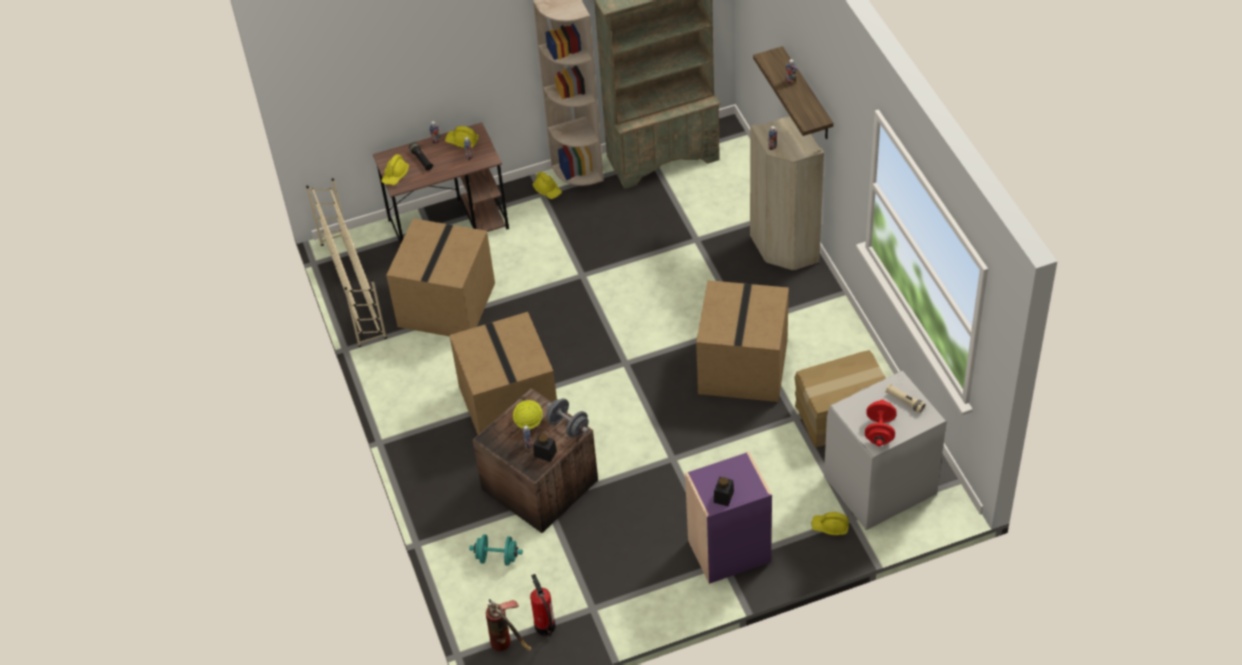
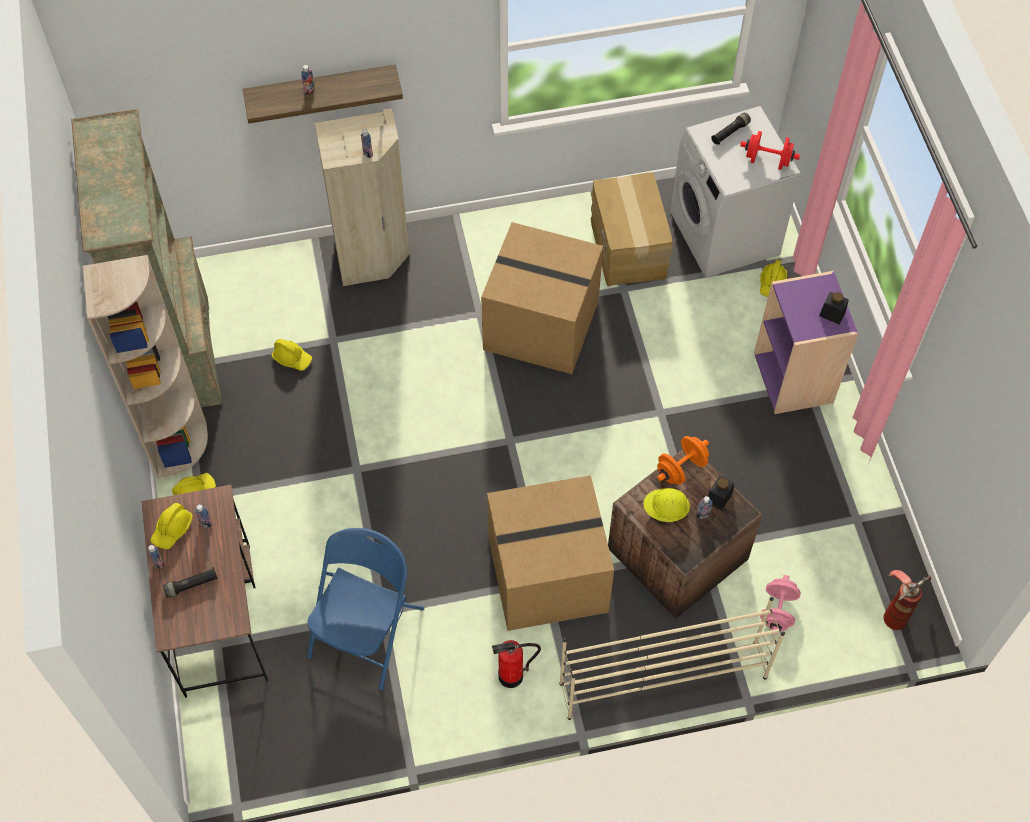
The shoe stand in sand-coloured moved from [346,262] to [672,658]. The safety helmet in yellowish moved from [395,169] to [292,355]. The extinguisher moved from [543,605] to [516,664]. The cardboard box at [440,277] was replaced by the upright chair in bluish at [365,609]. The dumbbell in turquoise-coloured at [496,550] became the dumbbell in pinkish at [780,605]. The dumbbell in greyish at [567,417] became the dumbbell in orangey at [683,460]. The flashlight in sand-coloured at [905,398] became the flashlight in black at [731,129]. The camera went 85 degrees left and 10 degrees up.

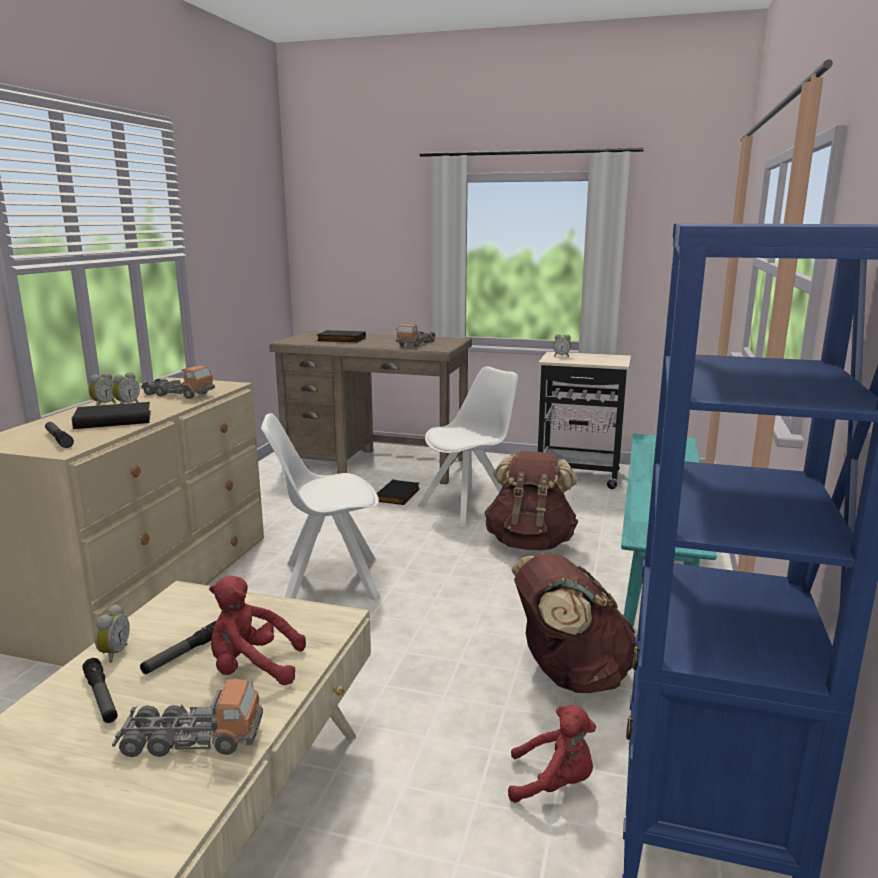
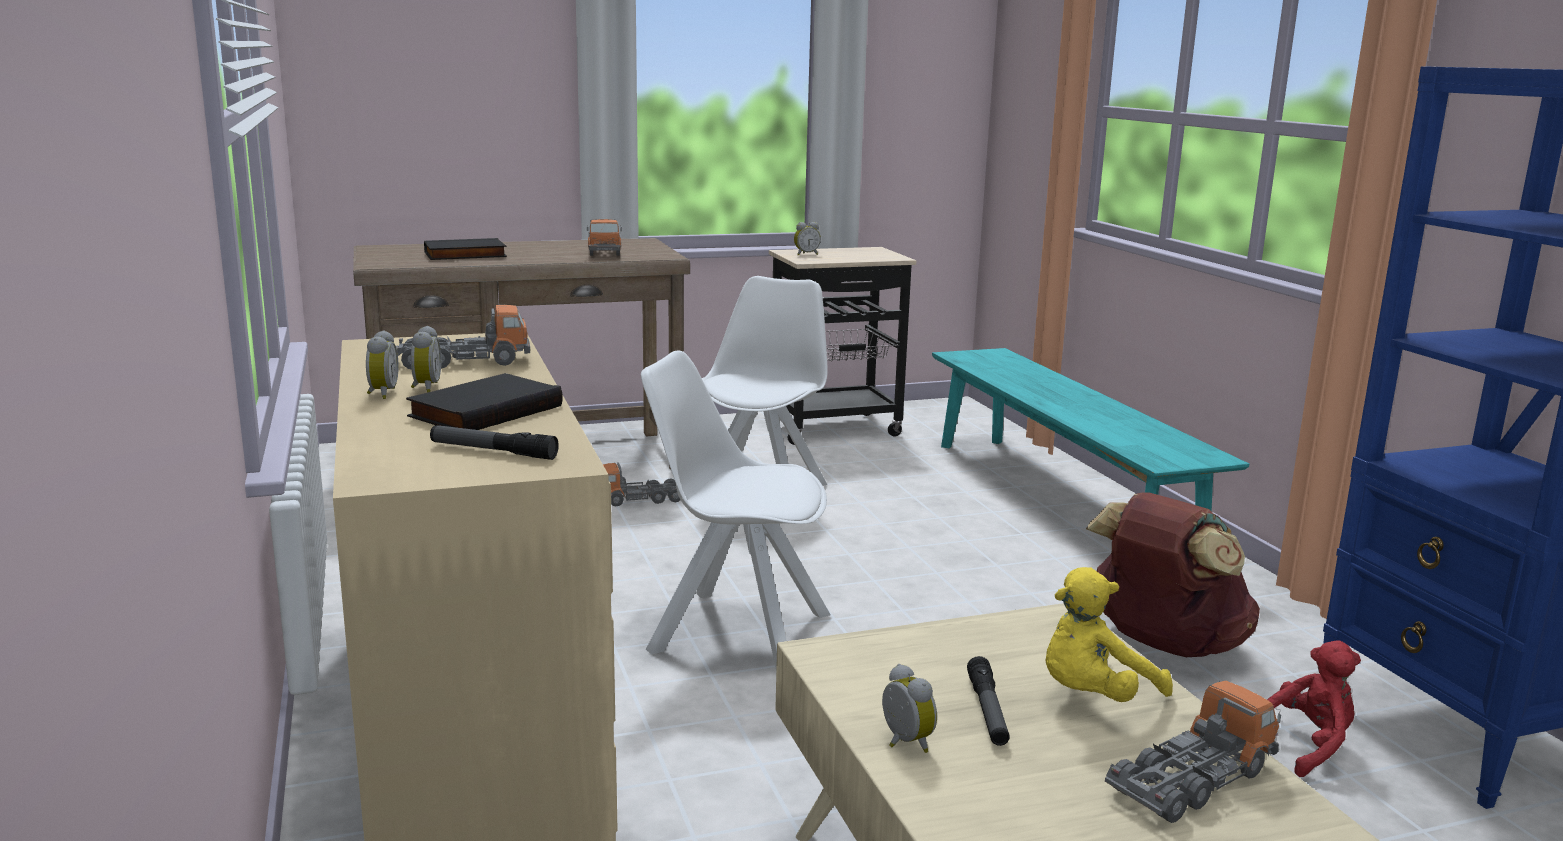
The flashlight at [100,690] disappeared. The rucksack in brownish at [531,500] disappeared. The volume in black at [398,492] was replaced by the model truck at [641,484]. The plush toy in red at [257,630] became the plush toy in yellowish at [1109,634]. The upright chair in whitish at [321,507] turned 60 degrees clockwise. The camera went 35 degrees left and 0 degrees up.

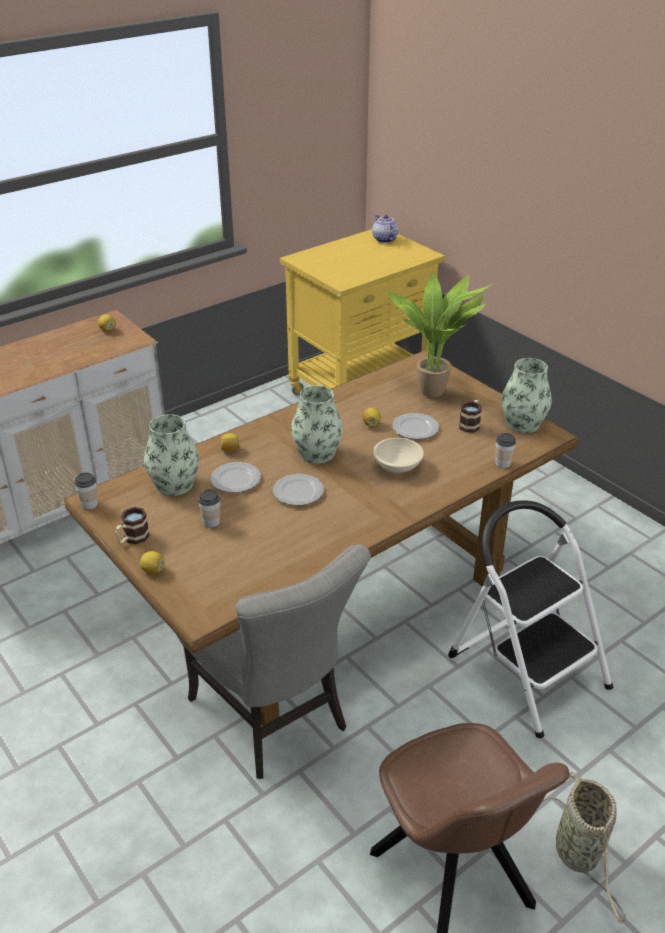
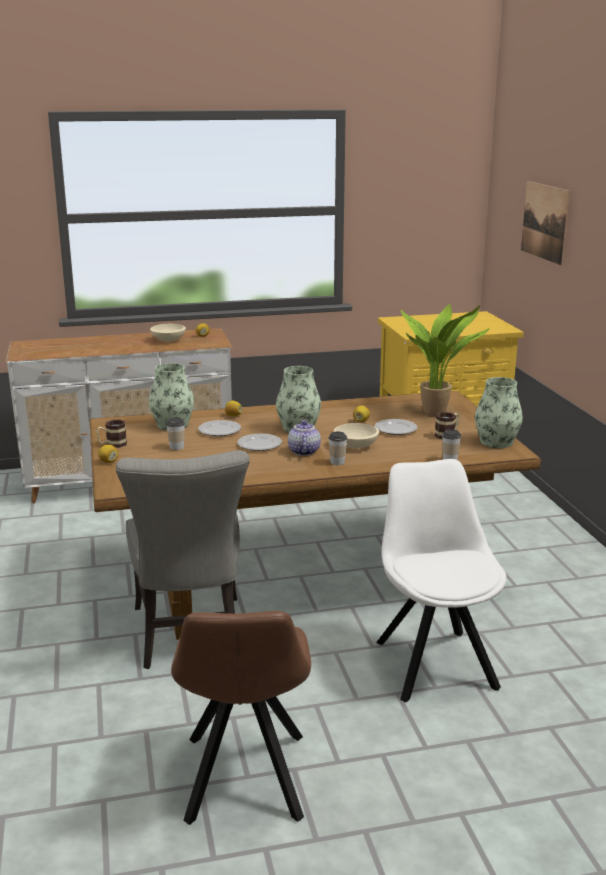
The basket at [584,847] disappeared. The bowl in sand-coloured at [168,333] appeared. The wall art at [545,223] appeared. The cup moved from [86,491] to [338,448]. The teapot moved from [385,228] to [304,438]. The step stool at [530,619] was replaced by the upright chair in whitish at [441,580]. The camera went 25 degrees right and 15 degrees down.

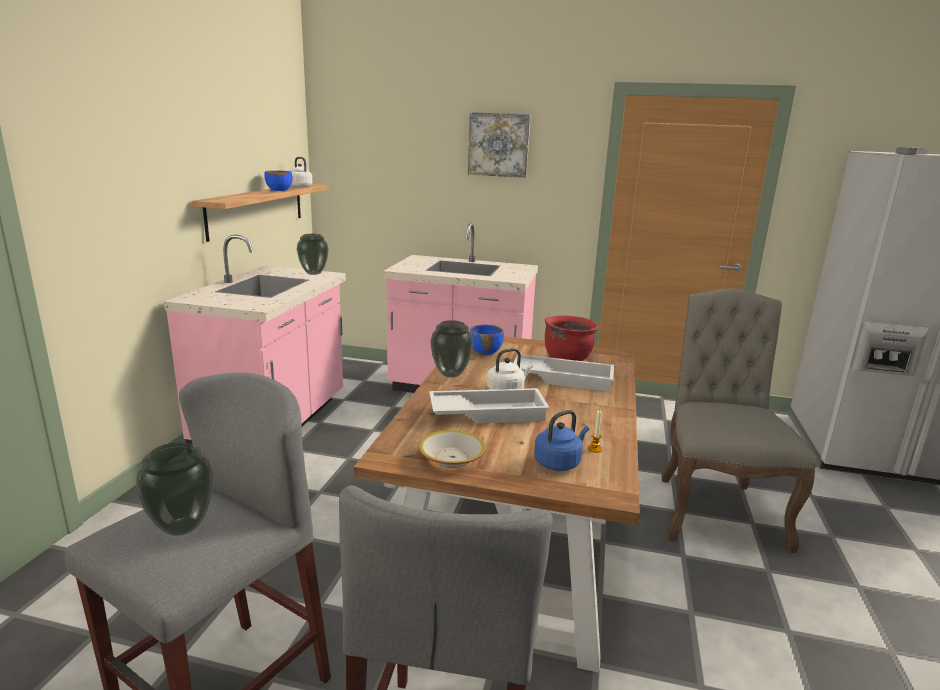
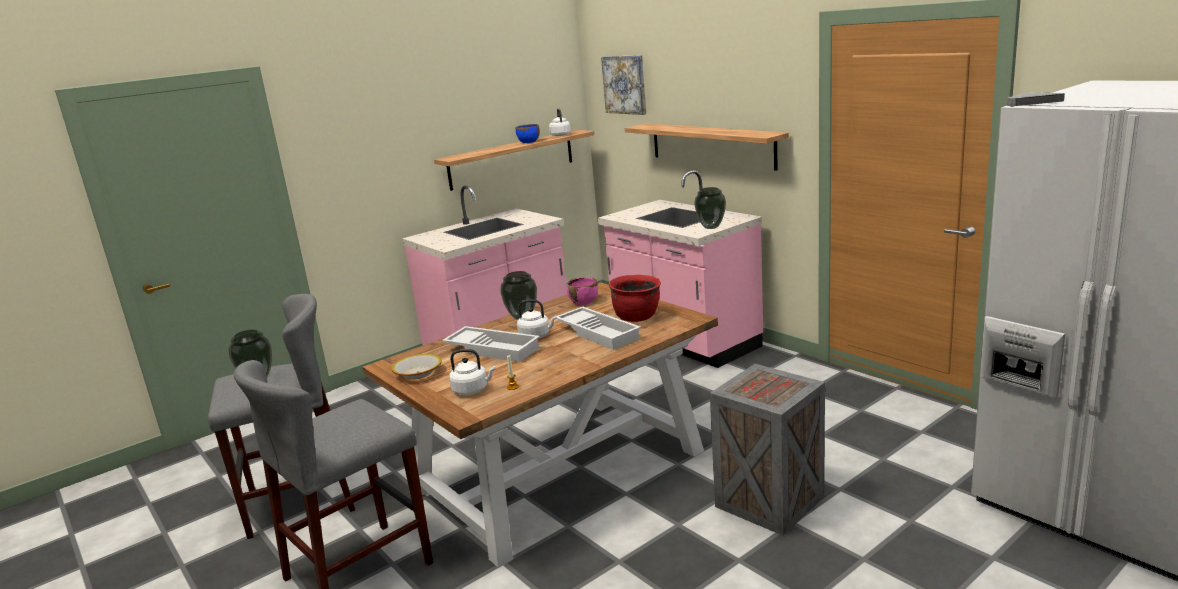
The bracket shelf at [707,147] appeared. The vase moved from [313,254] to [710,208]. The wall art moved from [499,145] to [623,85]. The upright chair in greyish at [739,420] was replaced by the crate at [767,450]. The bowl in bluish at [487,340] became the bowl in pinkish at [582,291]. The tea kettle in bluish at [561,440] became the tea kettle in whitish at [472,372]. The camera went 40 degrees right and 0 degrees up.

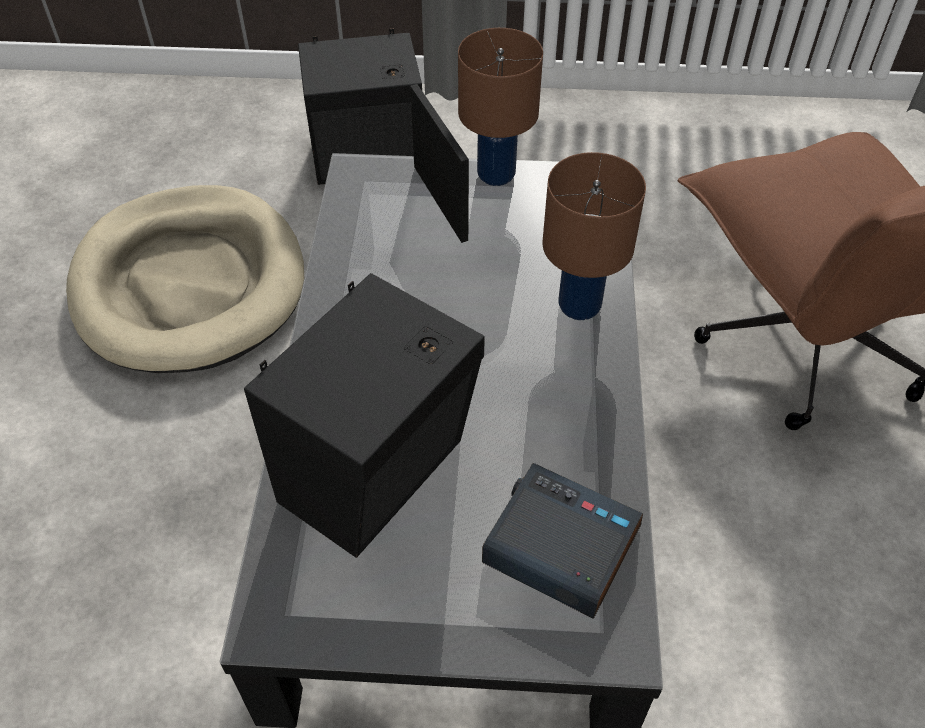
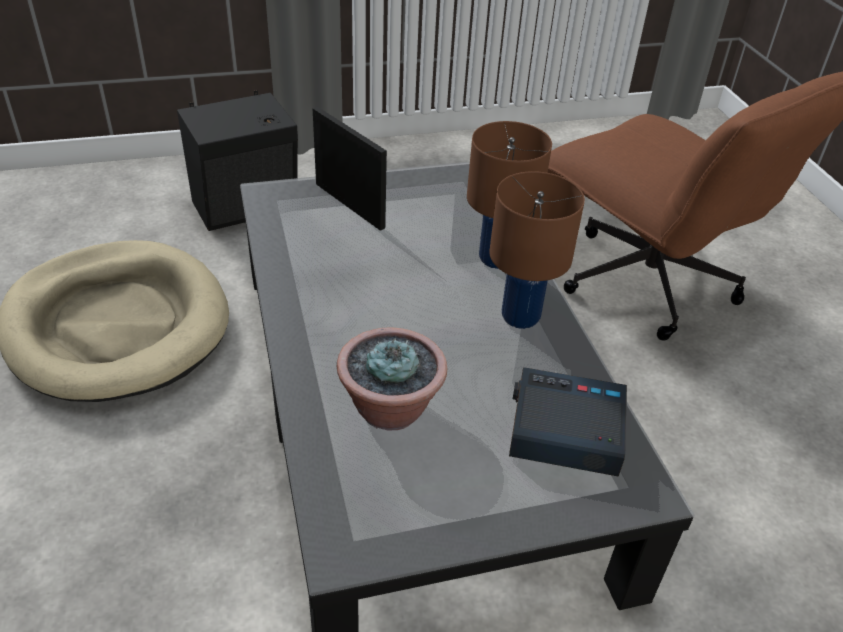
The lamp for a table in brownish moved from [500,107] to [537,250]. The audio speaker in black at [364,415] was replaced by the potted plant at [392,378]. The camera went 20 degrees left and 10 degrees down.

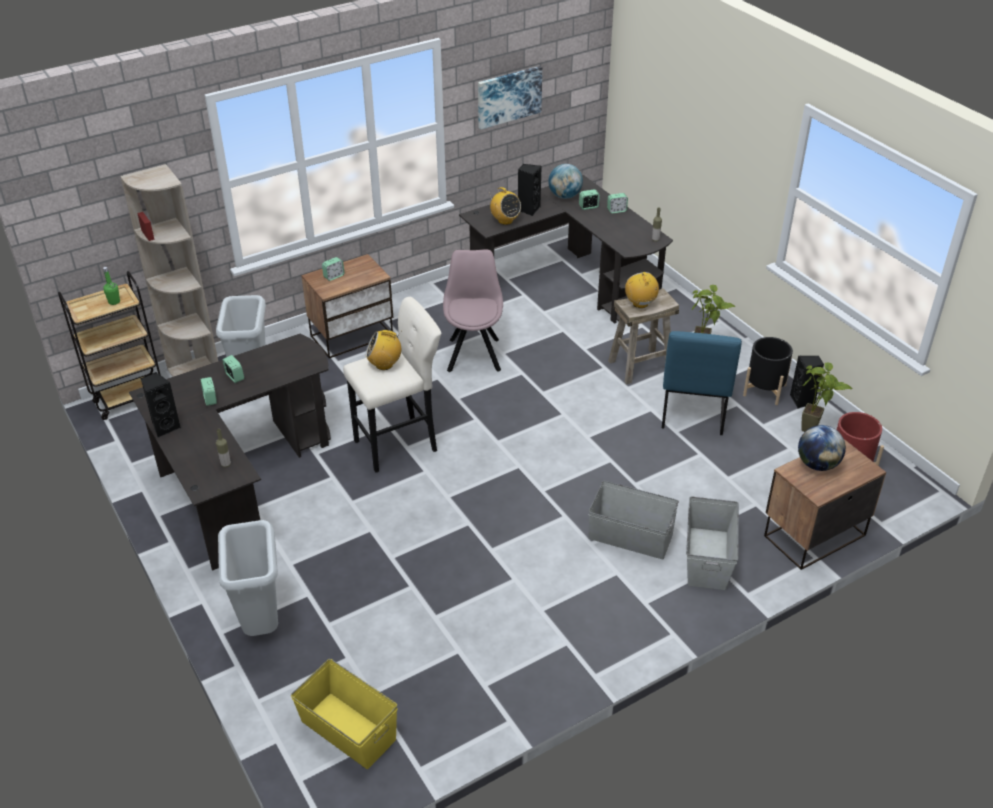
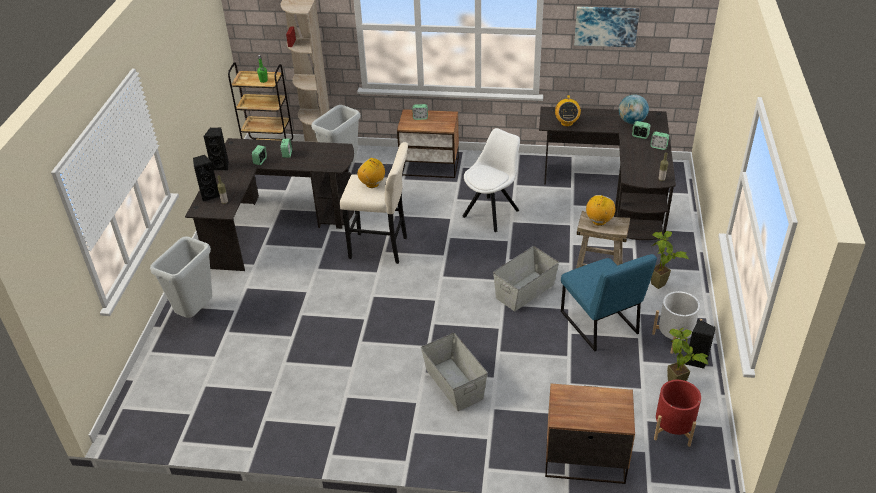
The storage box in yellowish at [344,714] disappeared. The desk globe at [822,448] disappeared. The audio speaker in black moved from [529,190] to [206,178]. The storage box in greyish moved from [712,543] to [526,278]. The upright chair in pinkish at [473,310] became the upright chair in whitish at [491,180]. The flower pot in black at [768,371] became the flower pot in whitish at [677,322]. The upright chair in bluish at [702,383] turned 75 degrees counterclockwise. The camera went 40 degrees right and 0 degrees up.

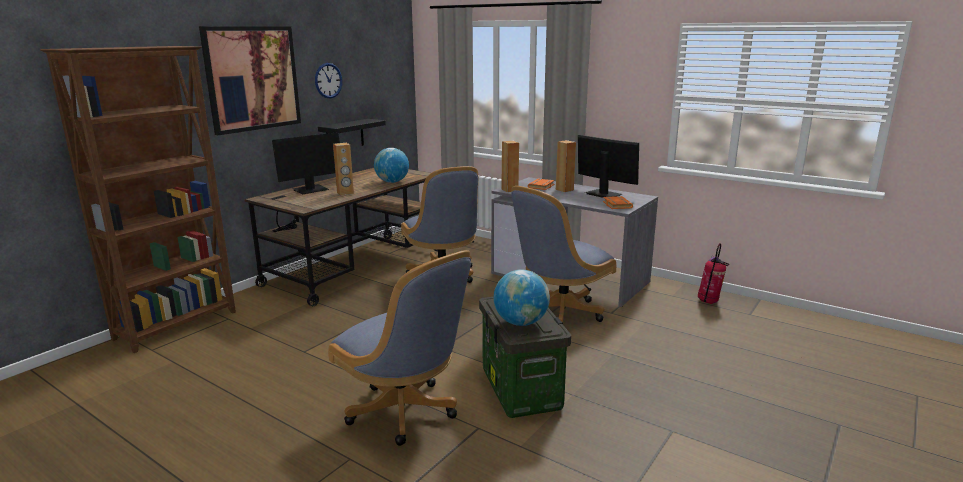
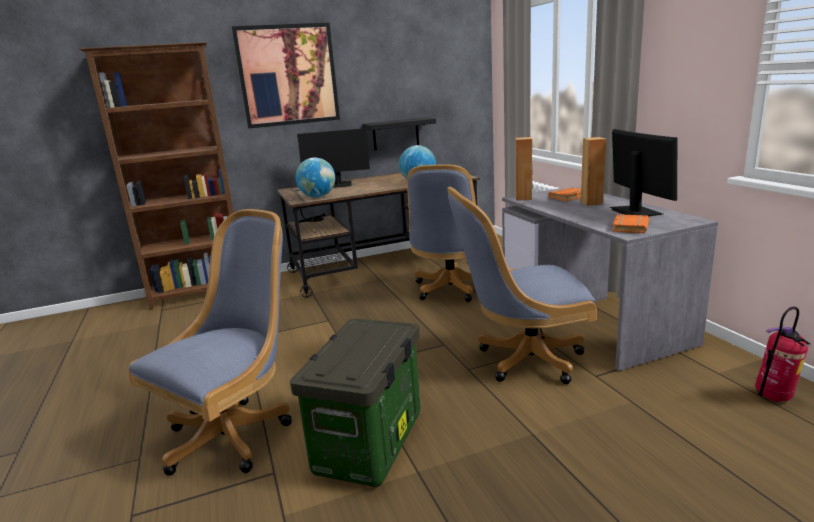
The hanging clock at [329,80] disappeared. The audio speaker in brownish at [343,169] disappeared. The desk globe moved from [522,298] to [315,177]. The desk chair in bluish at [399,348] turned 135 degrees counterclockwise. The camera went 35 degrees right and 0 degrees up.

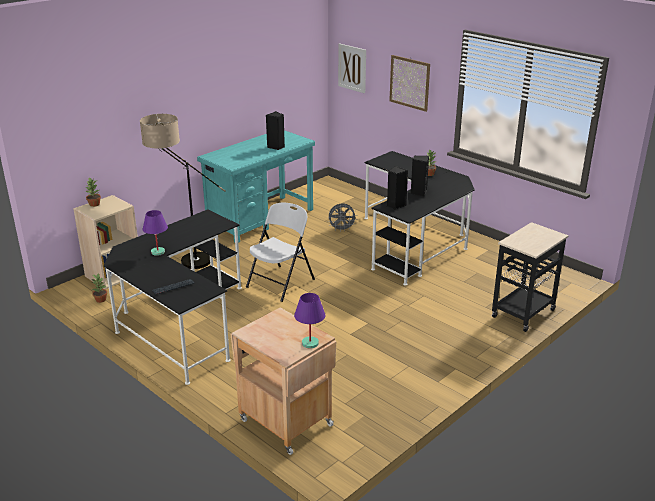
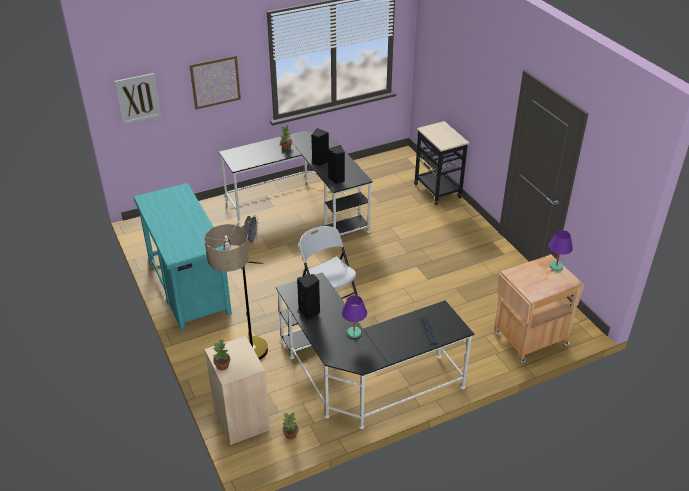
The audio speaker in black moved from [275,130] to [308,297]. The camera went 70 degrees left and 10 degrees up.

